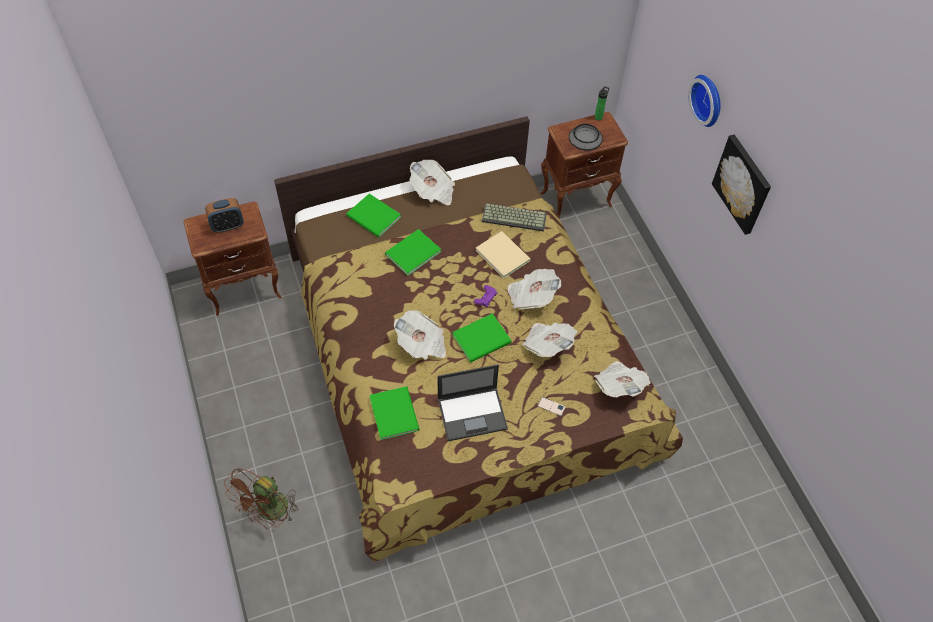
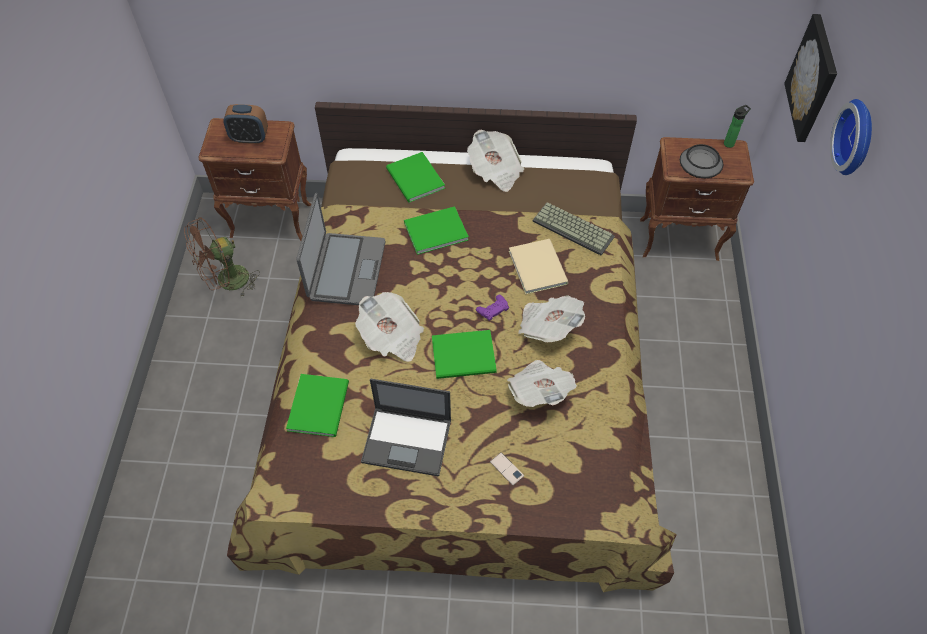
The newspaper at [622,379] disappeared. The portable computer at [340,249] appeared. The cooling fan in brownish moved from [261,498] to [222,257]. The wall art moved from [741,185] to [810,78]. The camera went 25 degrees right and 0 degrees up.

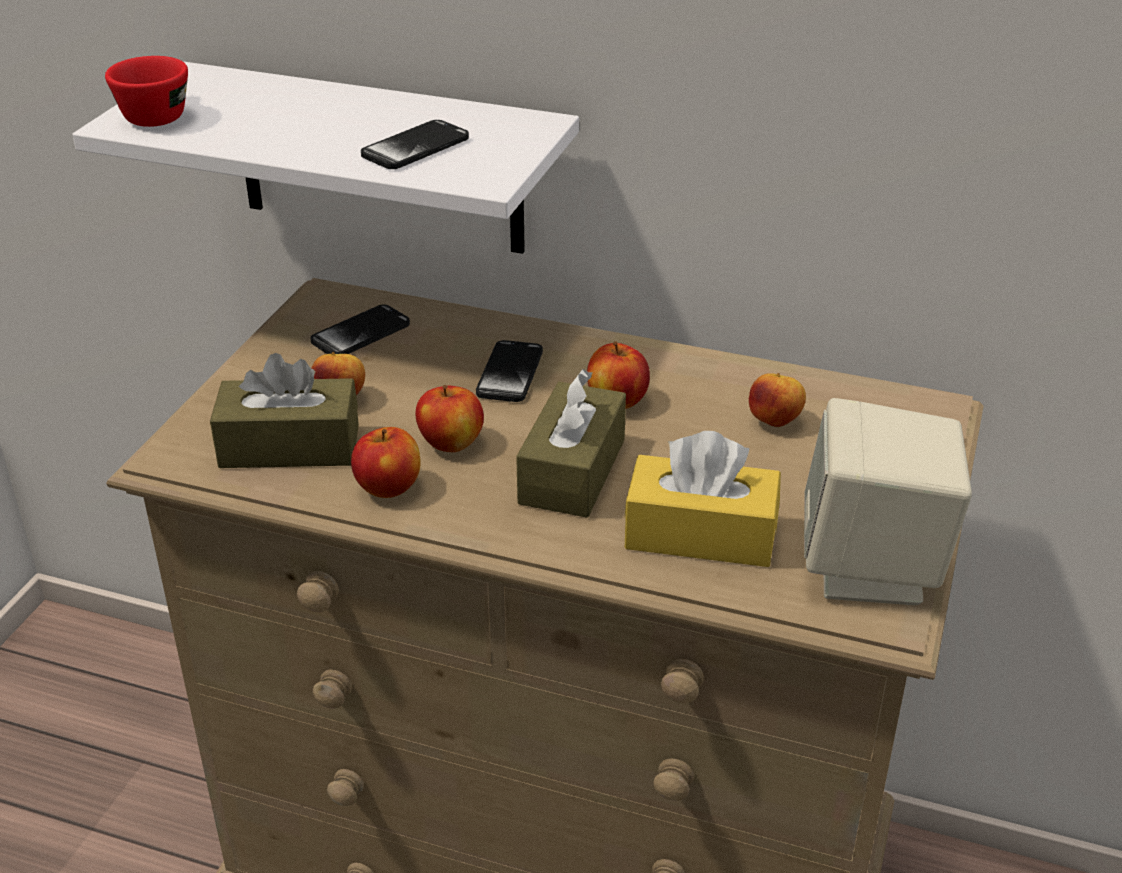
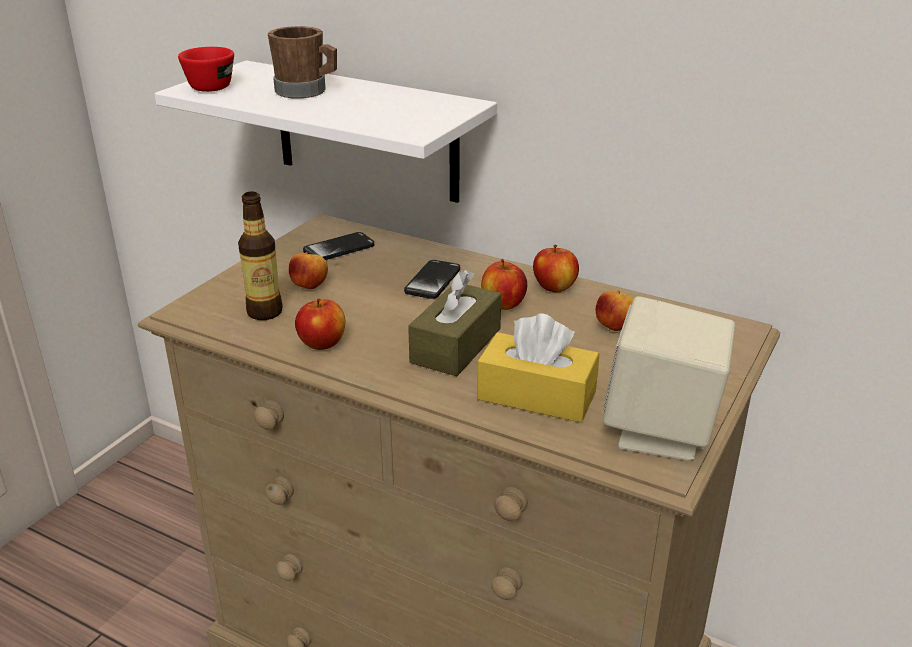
The handset at [415,144] disappeared. The coffee mug in brownish at [302,62] appeared. The apple moved from [450,418] to [556,268]. The tissue box in brownish at [284,410] was replaced by the beverage bottle at [260,255]. The camera went 10 degrees right and 5 degrees down.

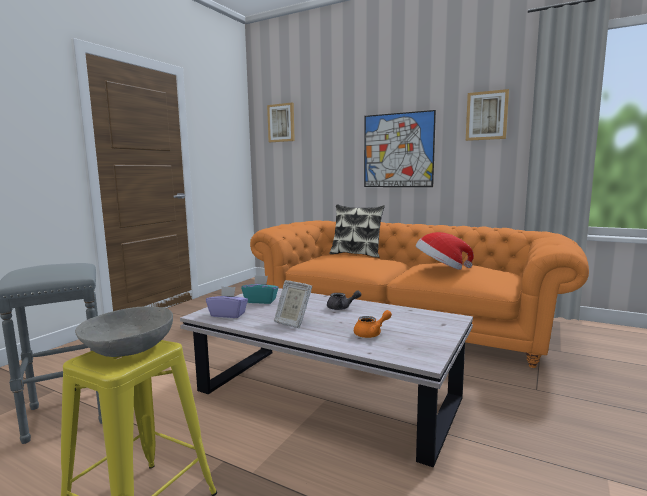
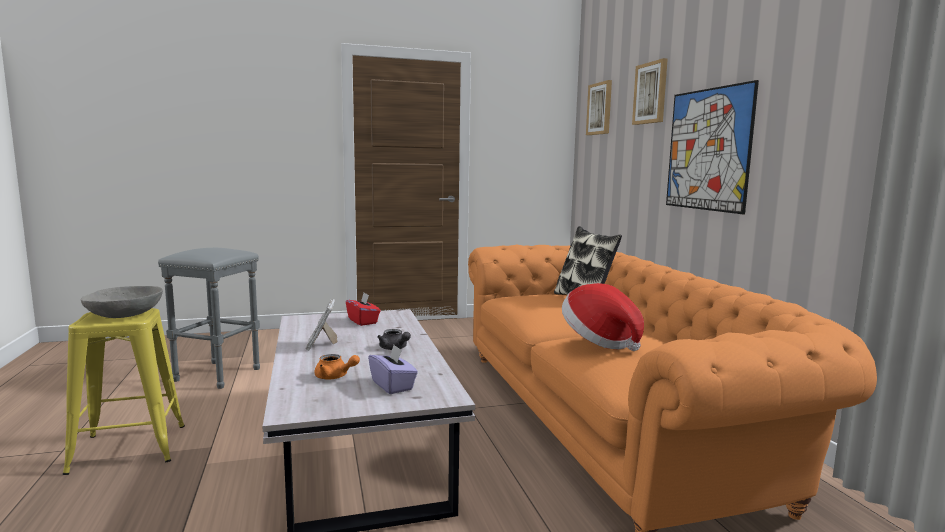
The tissue box in purple-coloured moved from [227,302] to [393,369]. The wall art moved from [487,115] to [650,91]. The tissue box in turquoise-coloured at [260,289] became the tissue box in red at [363,309]. The camera went 45 degrees right and 0 degrees up.

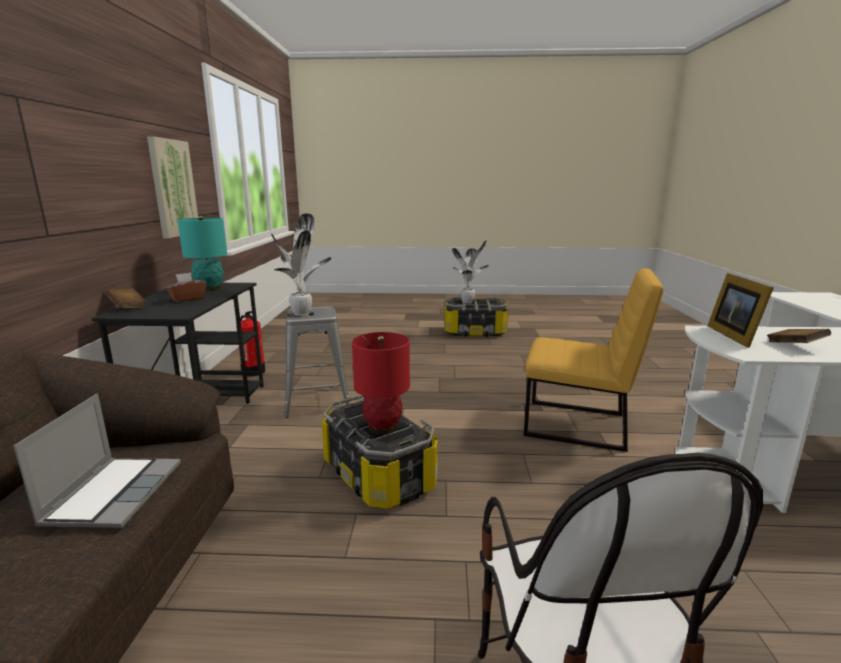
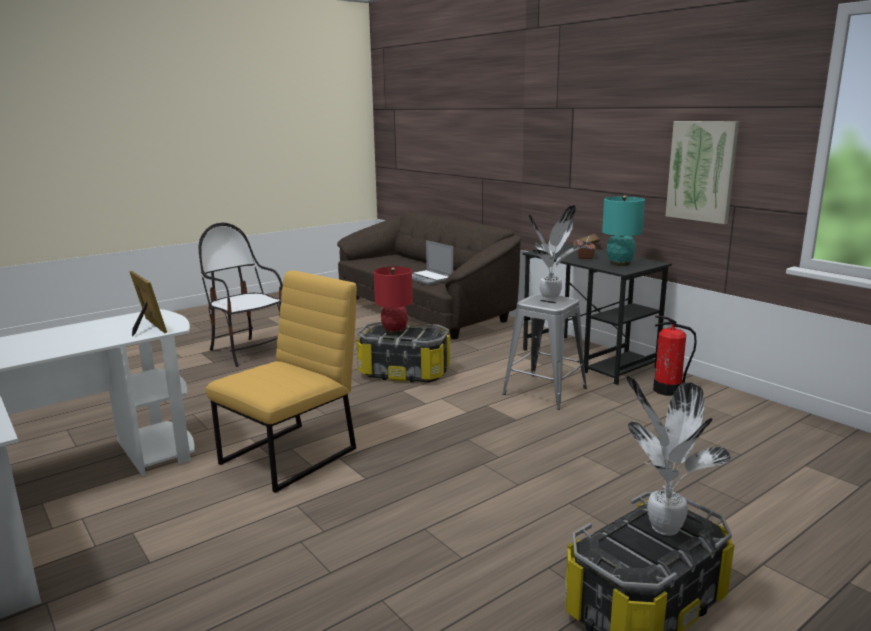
The volume in brownish at [799,336] disappeared. The upright chair in yellowish at [593,360] turned 150 degrees clockwise. The camera went 140 degrees right and 0 degrees up.

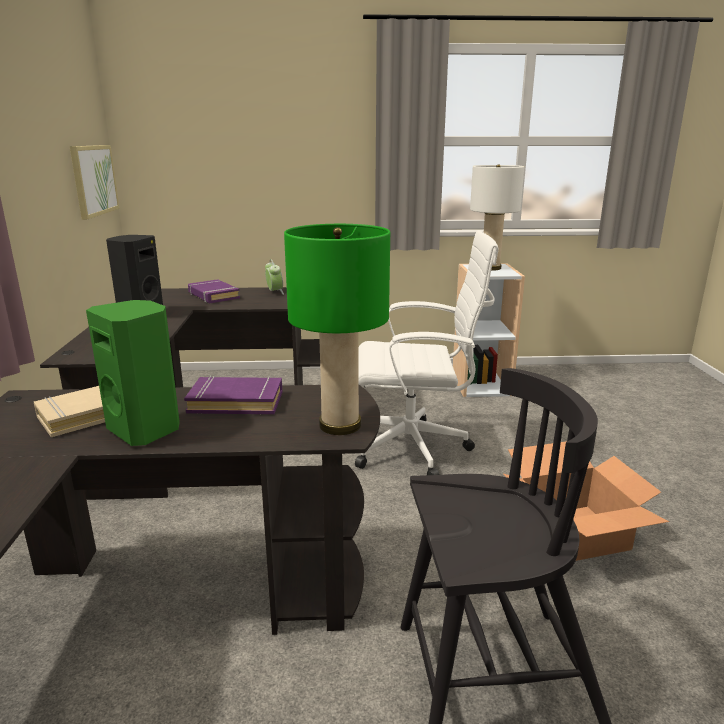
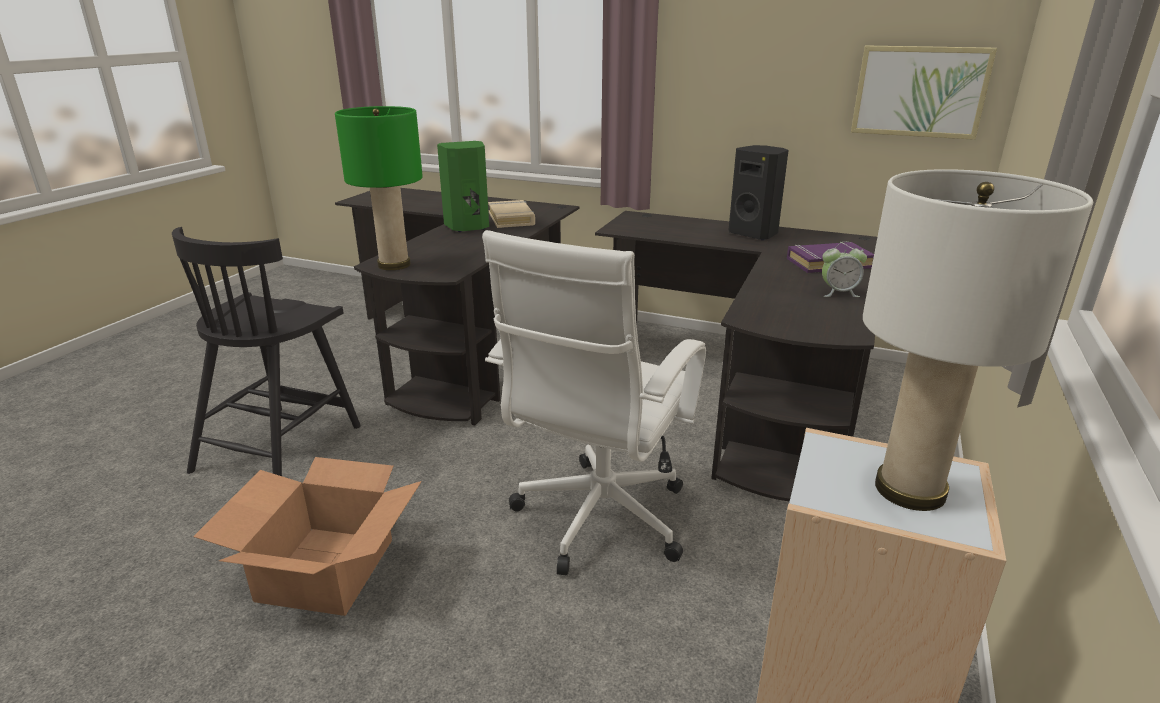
The volume in purple-coloured at [233,395] disappeared. The camera went 115 degrees right and 5 degrees up.

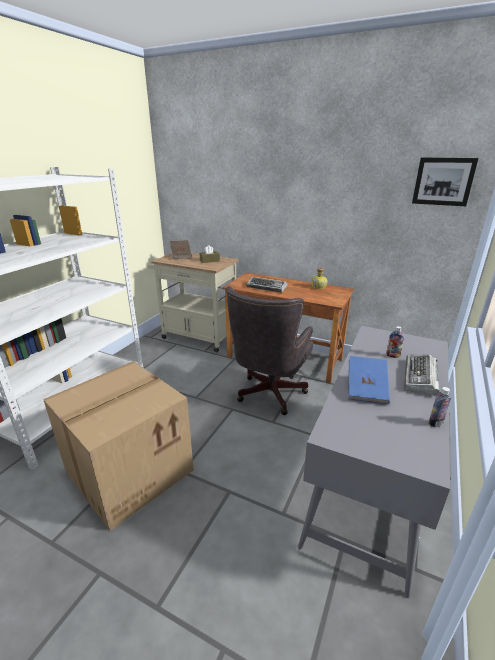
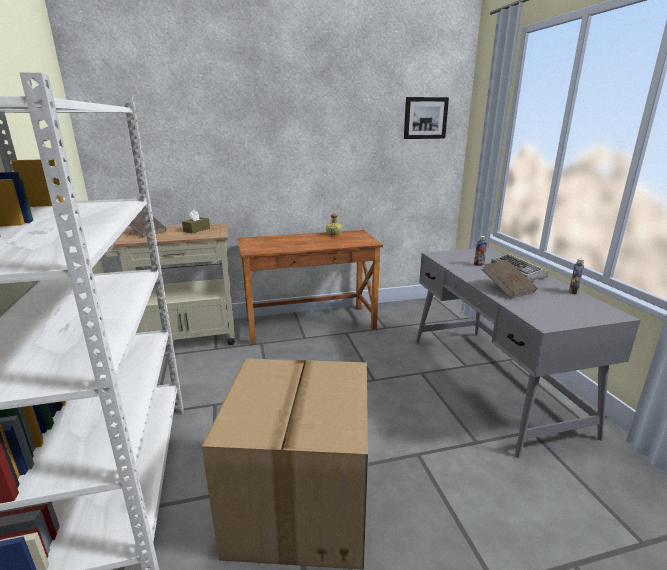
The desk chair in greyish at [269,350] disappeared. The computer keyboard at [267,285] disappeared. The volume in bluish at [369,380] became the volume in brownish at [509,279]. The camera went 40 degrees left and 5 degrees down.

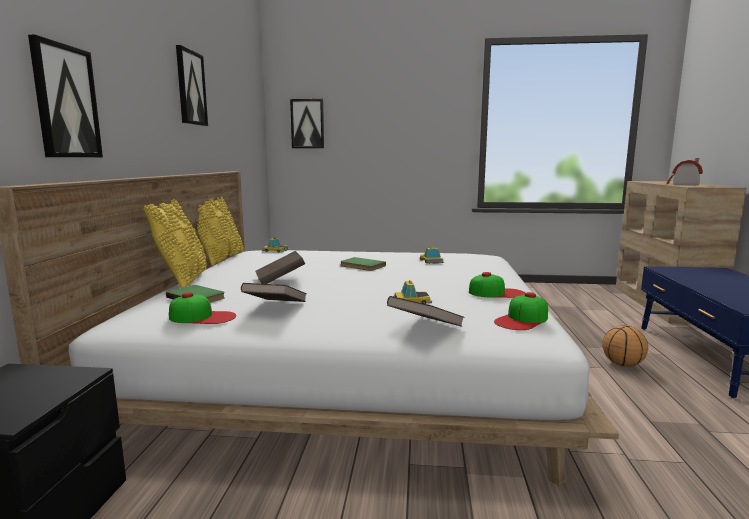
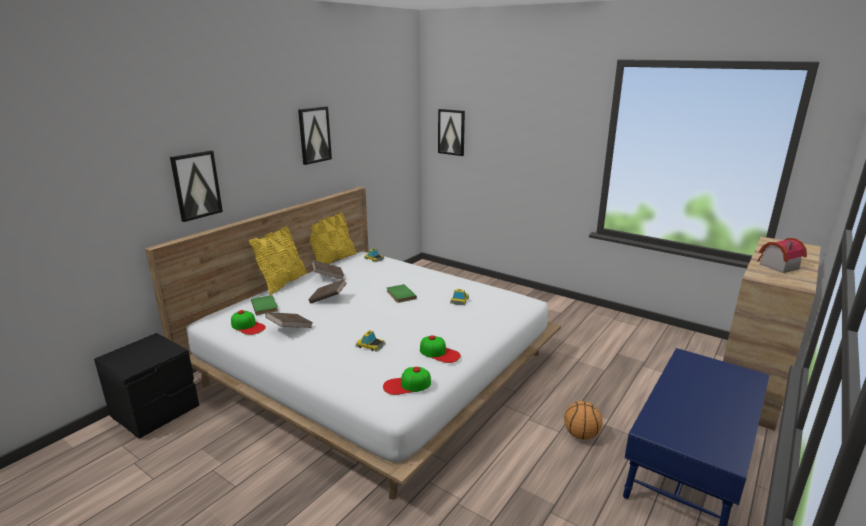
The volume in brownish moved from [426,311] to [328,270]. The camera went 30 degrees right and 10 degrees up.

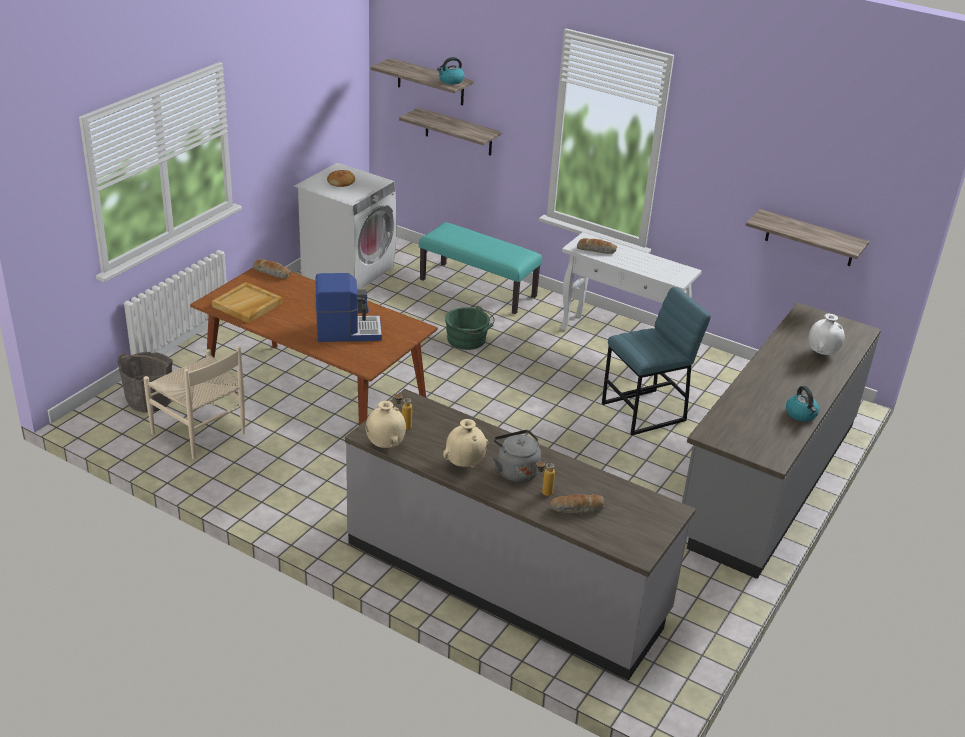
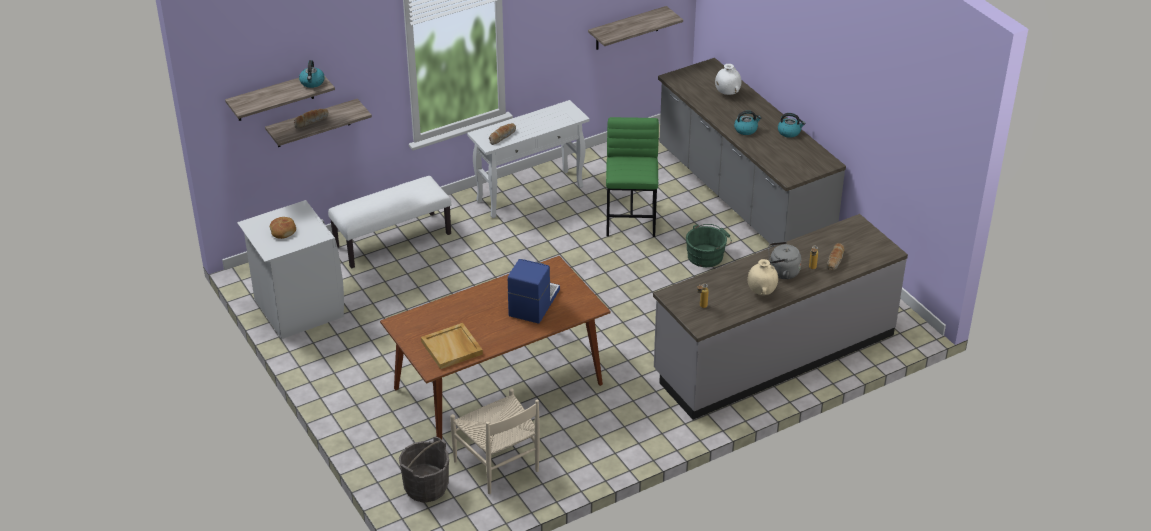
The vase in sand-coloured at [386,424] disappeared. The tea kettle at [748,122] appeared. The bread moved from [272,269] to [311,118]. The water bucket in green moved from [470,328] to [709,245]. The bench in turquoise-coloured at [480,268] became the bench in whitish at [389,222]. The sitting stool in bluish at [656,361] became the sitting stool in green at [632,177]. The upright chair in sand-coloured at [194,402] turned 75 degrees clockwise. The camera went 60 degrees left and 5 degrees up.

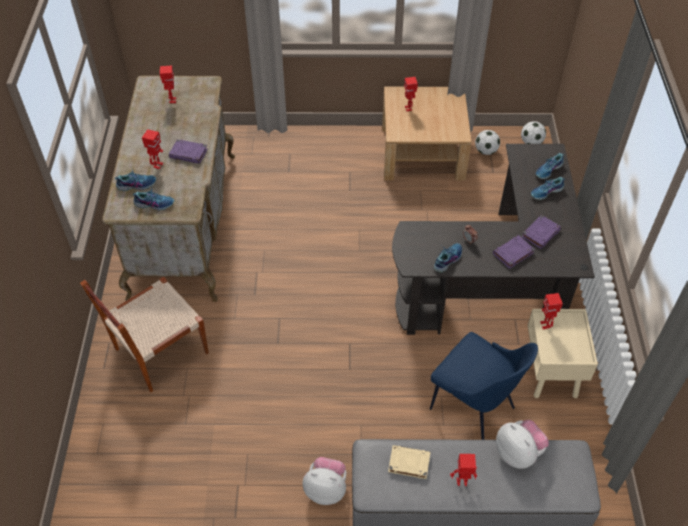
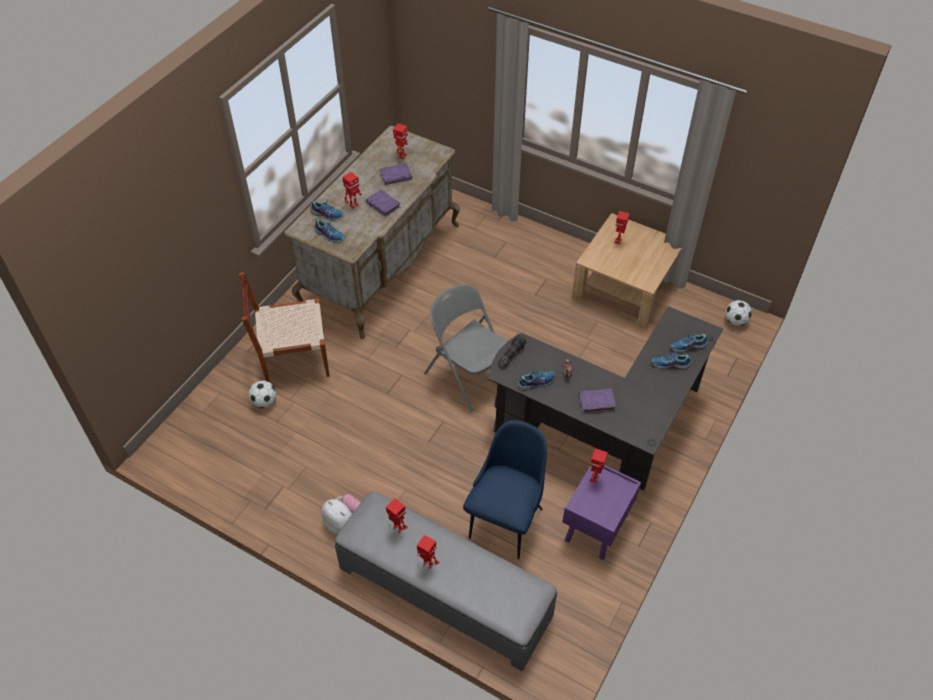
The plush toy at [522,444] disappeared. The upright chair in greyish at [465,349] appeared. The flashlight at [512,351] appeared. The football moved from [487,142] to [262,394]. The volume in purple-coloured moved from [541,232] to [396,174]. The volume in sand-coloured at [409,462] was replaced by the model robot at [397,515]. The nightstand in sand-coloured at [563,353] became the nightstand in purple-coloured at [601,512]. The upright chair in bluish at [484,386] turned 135 degrees counterclockwise. The camera went 30 degrees right and 0 degrees up.

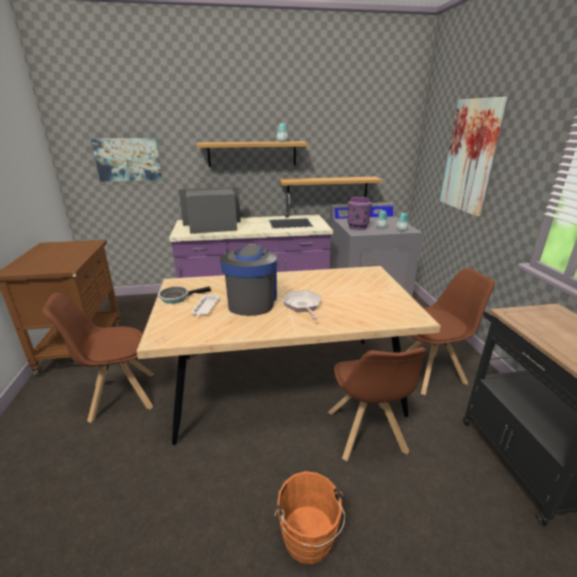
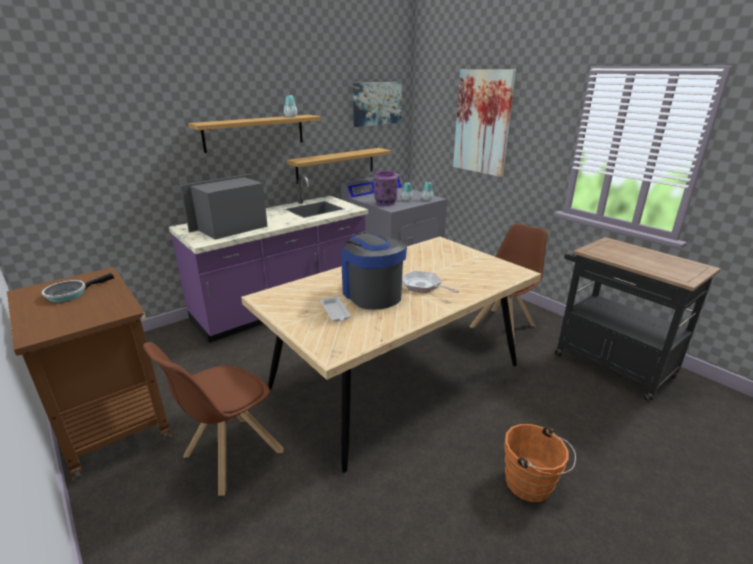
The upright chair in brownish at [377,404] disappeared. The wall art moved from [126,160] to [377,104]. The pan moved from [184,295] to [78,287]. The camera went 30 degrees left and 0 degrees up.

